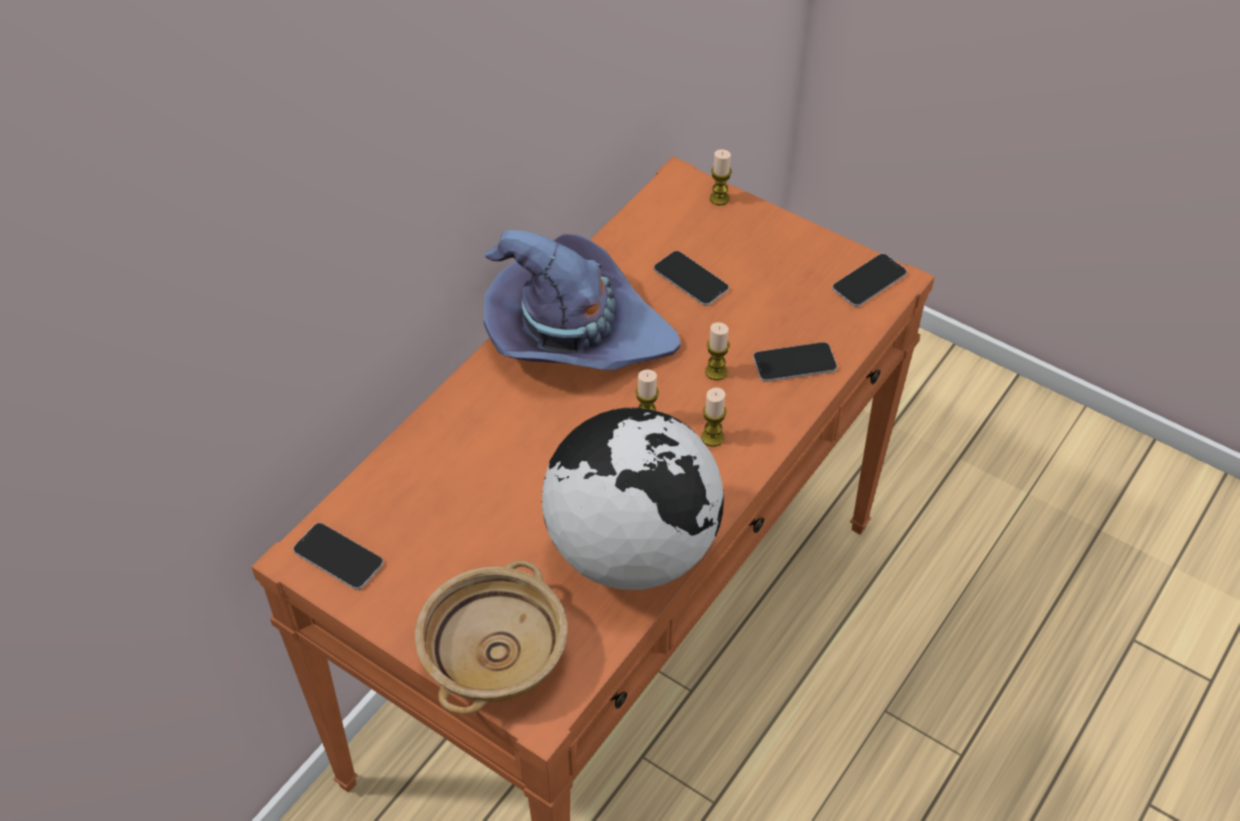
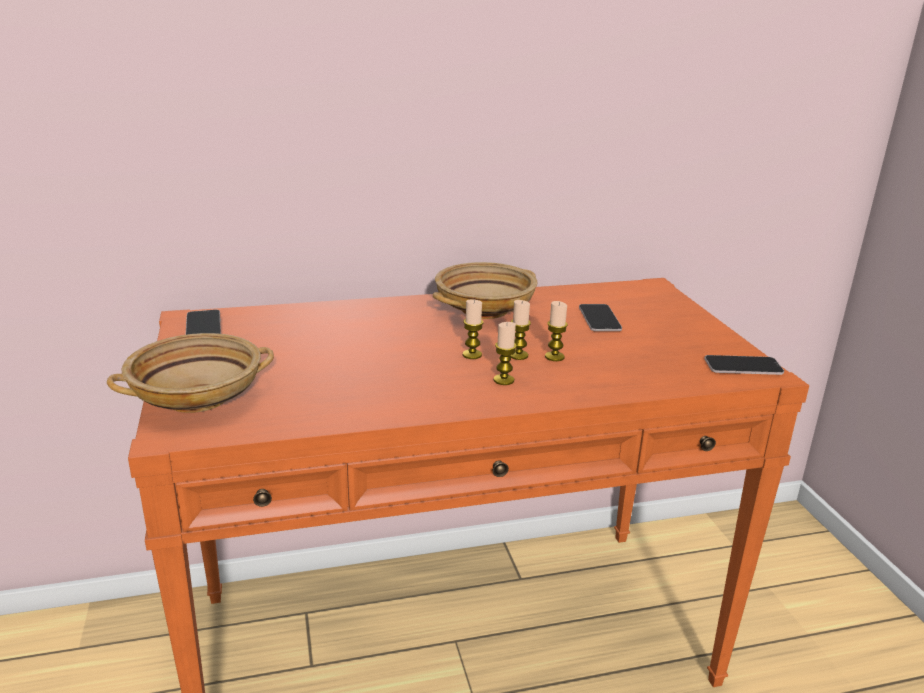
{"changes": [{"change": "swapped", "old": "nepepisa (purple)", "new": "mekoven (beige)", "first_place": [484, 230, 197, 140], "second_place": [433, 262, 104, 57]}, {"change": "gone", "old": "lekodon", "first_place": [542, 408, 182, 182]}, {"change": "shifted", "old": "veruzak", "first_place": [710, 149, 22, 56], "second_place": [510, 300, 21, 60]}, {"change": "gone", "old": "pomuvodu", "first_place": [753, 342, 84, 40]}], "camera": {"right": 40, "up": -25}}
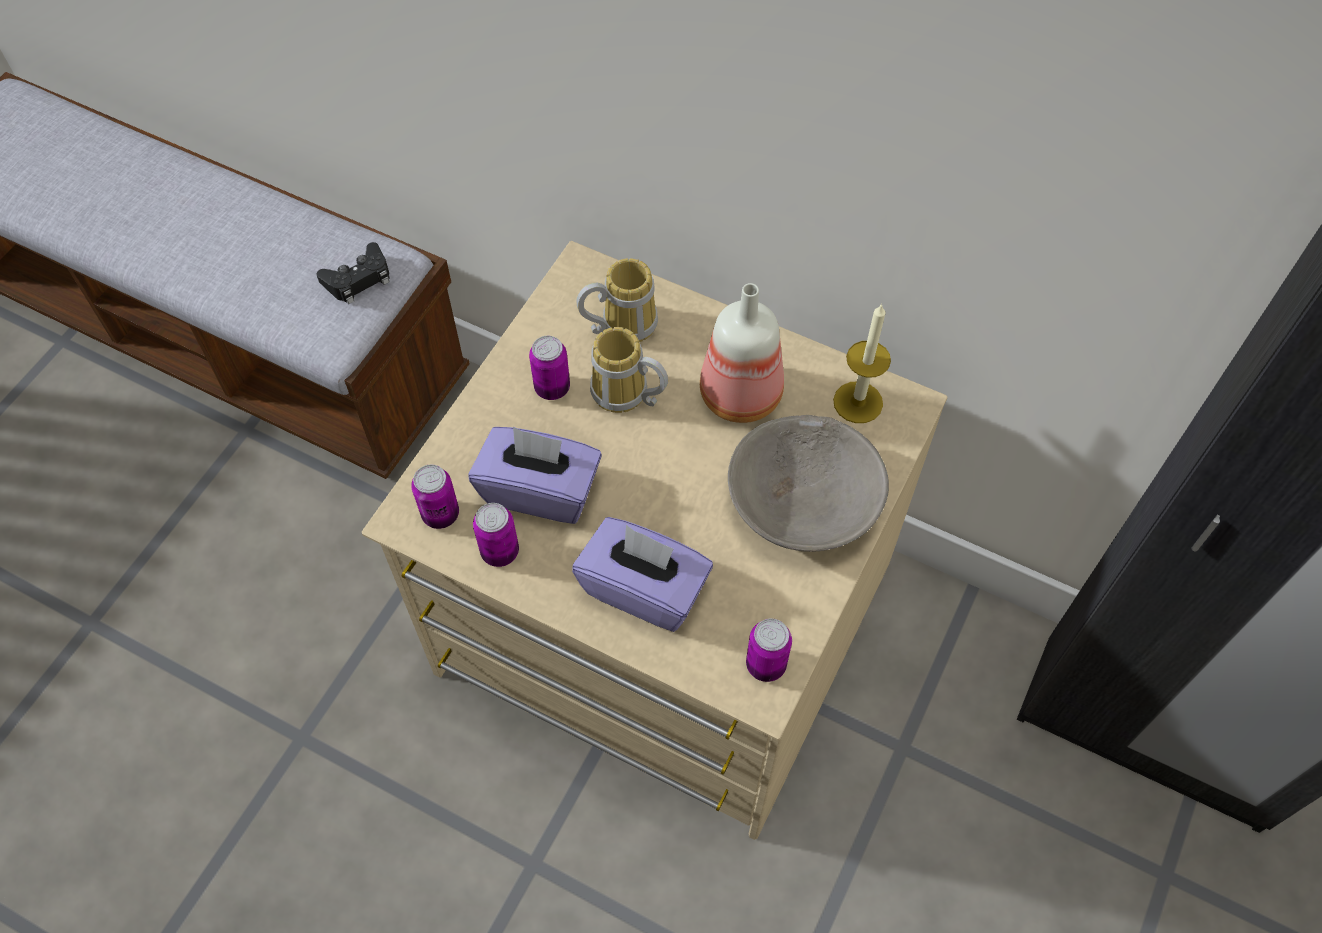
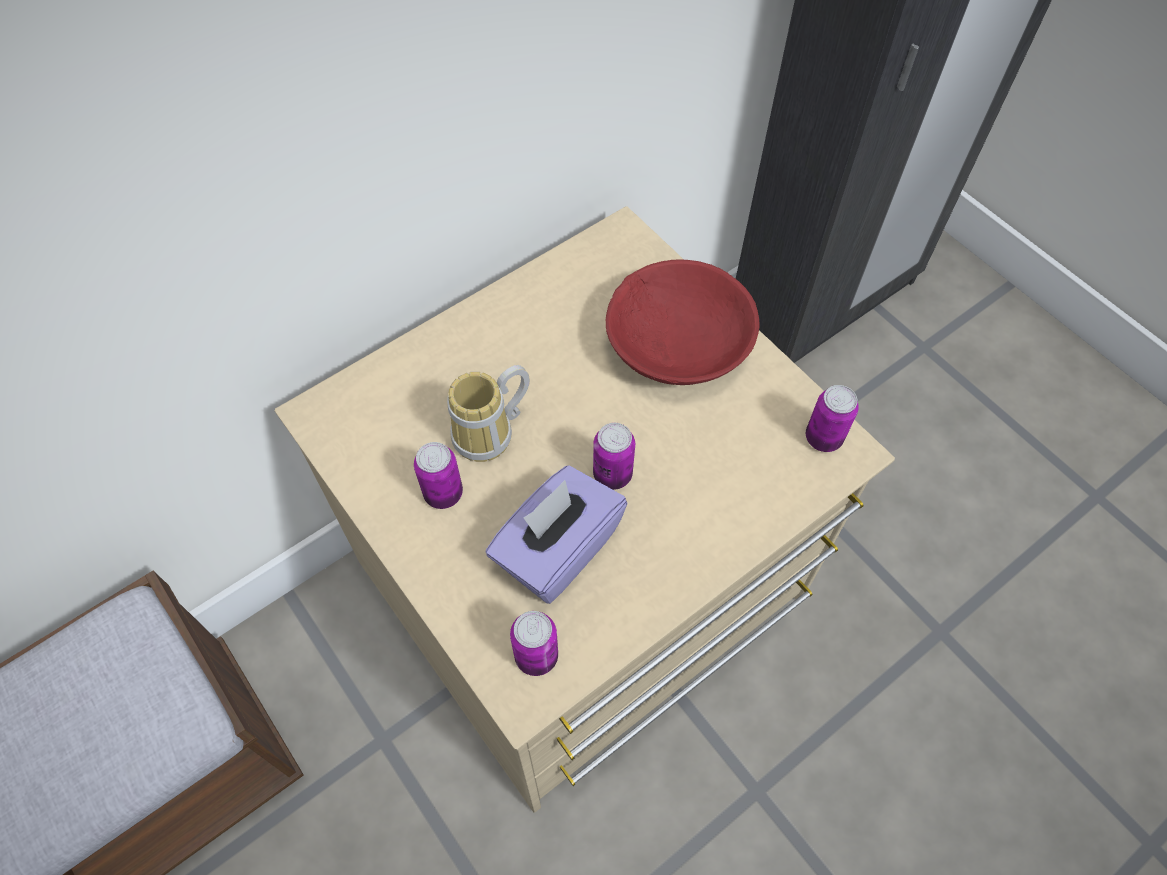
{"changes": [{"change": "gone", "old": "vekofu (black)", "first_place": [316, 242, 74, 62]}, {"change": "shifted", "old": "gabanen", "first_place": [473, 503, 46, 64], "second_place": [593, 423, 42, 67]}, {"change": "gone", "old": "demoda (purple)", "first_place": [572, 517, 141, 115]}, {"change": "gone", "old": "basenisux", "first_place": [577, 258, 81, 84]}, {"change": "gone", "old": "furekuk", "first_place": [700, 283, 84, 140]}, {"change": "repainted", "old": "mekoven (grey)", "new": "mekoven (red)", "first_place": [728, 415, 161, 137], "second_place": [606, 259, 153, 126]}, {"change": "gone", "old": "veruzak", "first_place": [833, 303, 58, 120]}], "camera": {"right": -65, "up": 0}}
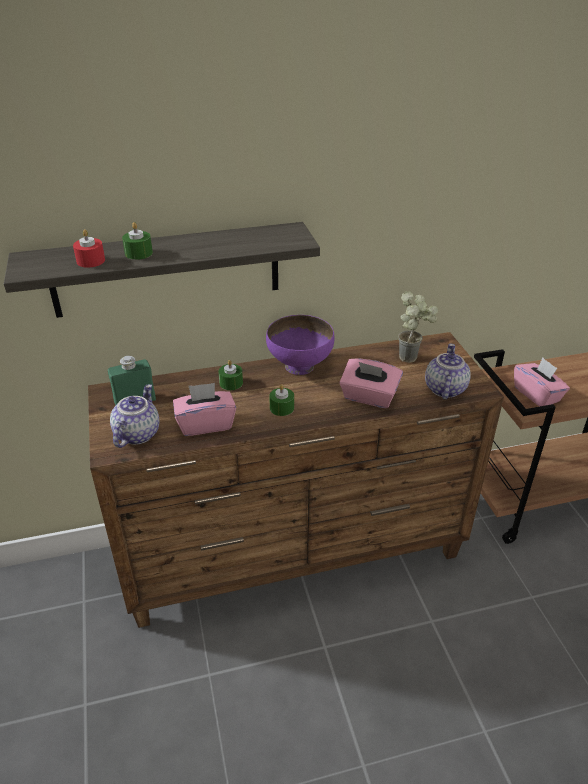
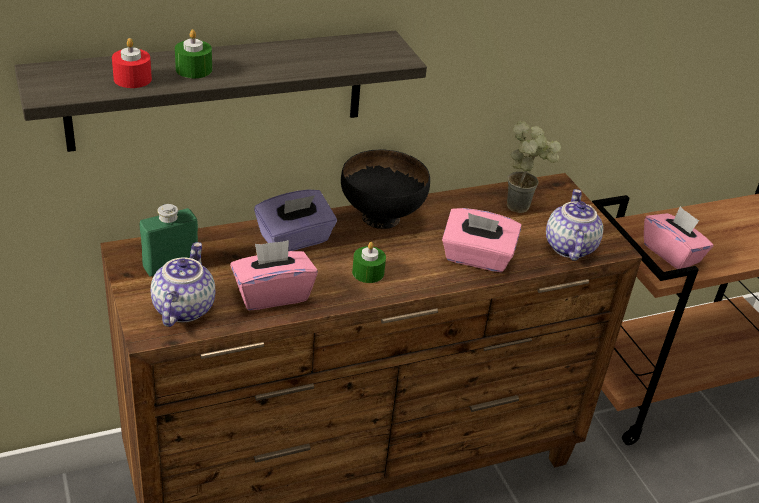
{"changes": [{"change": "swapped", "old": "veruzak (green)", "new": "demoda (purple)", "first_place": [218, 360, 25, 30], "second_place": [254, 189, 83, 62]}, {"change": "repainted", "old": "mekoven (purple)", "new": "mekoven (black)", "first_place": [266, 315, 69, 60], "second_place": [341, 150, 89, 79]}], "camera": {"right": -10, "up": 0}}
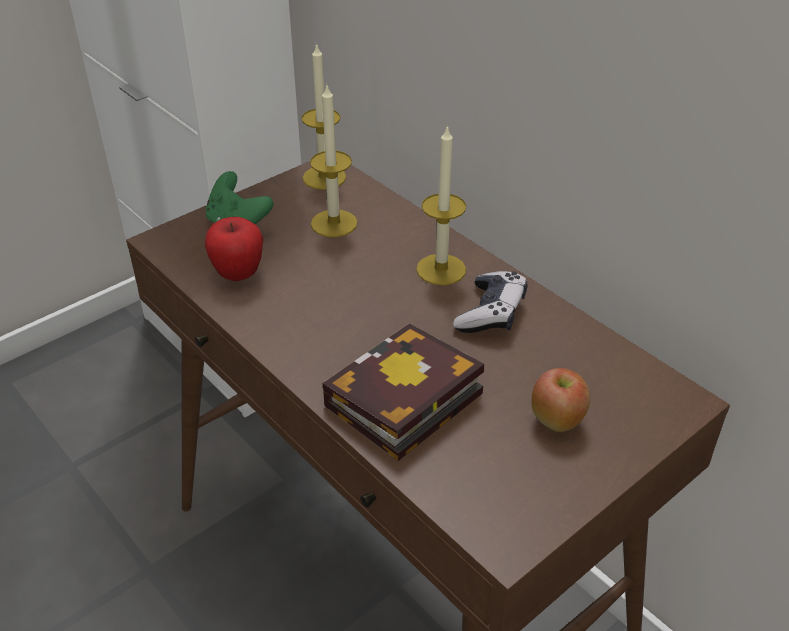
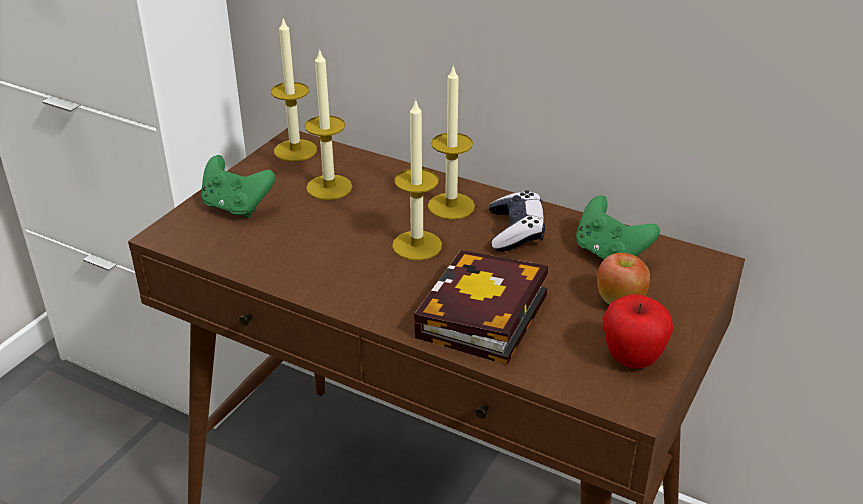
{"changes": [{"change": "shifted", "old": "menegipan", "first_place": [205, 217, 59, 64], "second_place": [602, 294, 72, 75]}, {"change": "new", "new": "veruzak", "second_place": [392, 98, 50, 162]}, {"change": "new", "new": "vekofu (green)", "second_place": [576, 196, 84, 64]}], "camera": {"right": -20, "up": -5}}
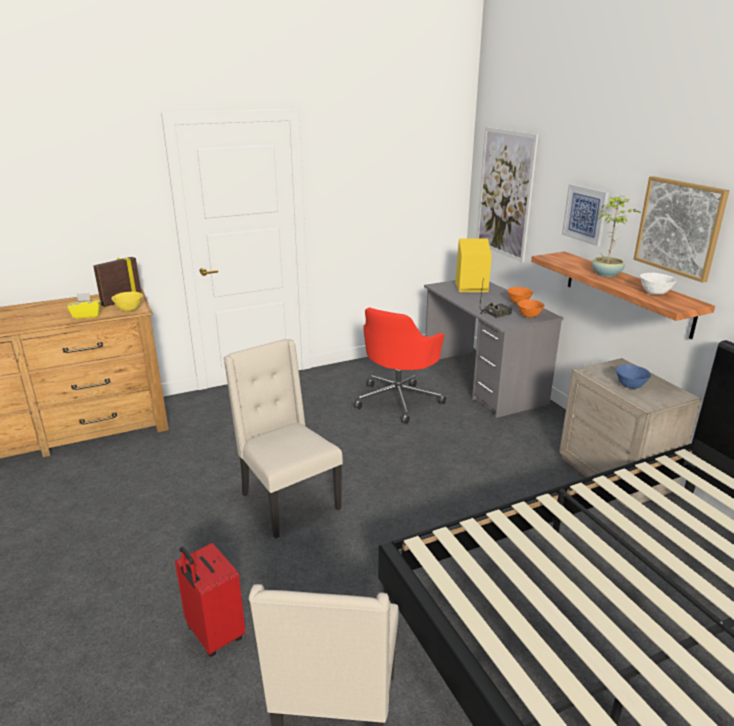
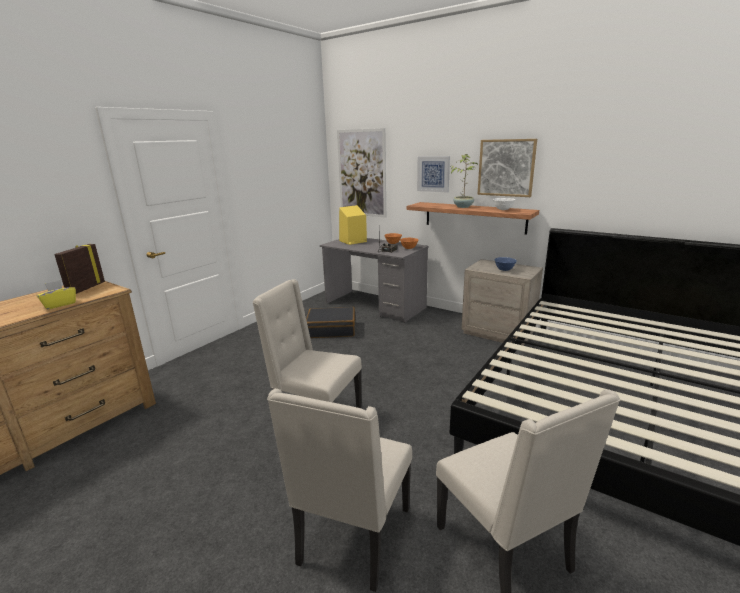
{"changes": [{"change": "gone", "old": "mekoven (yellow)", "first_place": [111, 292, 32, 20]}, {"change": "swapped", "old": "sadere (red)", "new": "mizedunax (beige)", "first_place": [175, 543, 71, 114], "second_place": [267, 389, 145, 203]}, {"change": "swapped", "old": "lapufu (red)", "new": "sadere (black)", "first_place": [354, 308, 92, 116], "second_place": [306, 307, 49, 31]}], "camera": {"right": -30, "up": -5}}
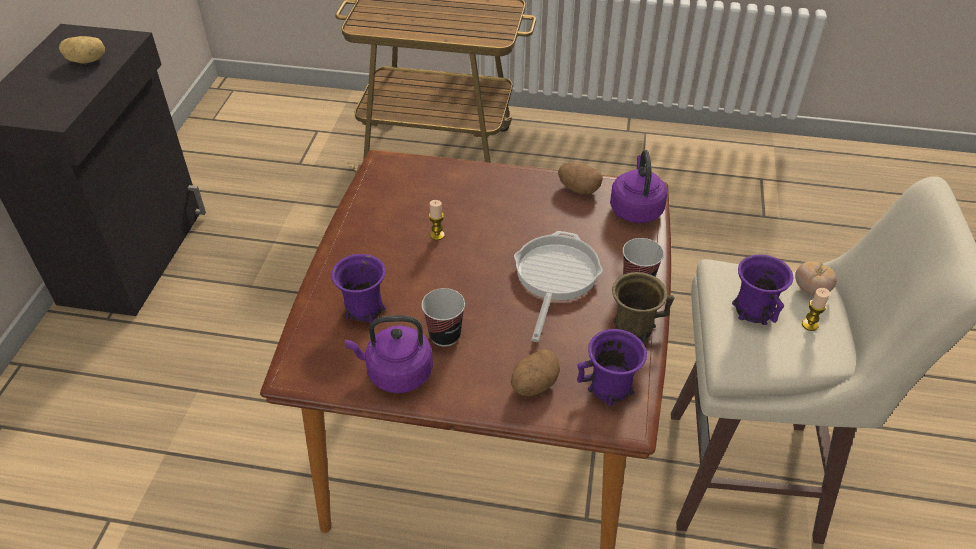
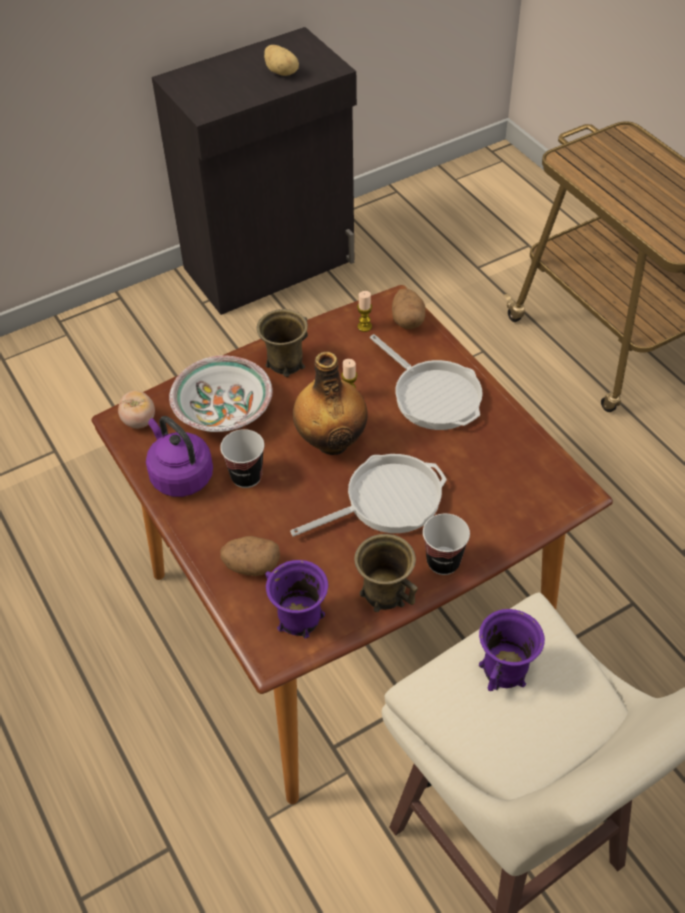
{"changes": [{"change": "swapped", "old": "basenisux (purple)", "new": "mekoven", "first_place": [331, 254, 55, 69], "second_place": [169, 355, 104, 77]}, {"change": "shifted", "old": "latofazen", "first_place": [558, 163, 45, 31], "second_place": [392, 288, 33, 41]}, {"change": "gone", "old": "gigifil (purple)", "first_place": [610, 150, 57, 73]}, {"change": "shifted", "old": "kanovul", "first_place": [795, 261, 42, 35], "second_place": [118, 390, 37, 39]}, {"change": "shifted", "old": "veruzak", "first_place": [802, 288, 28, 43], "second_place": [357, 291, 15, 41]}, {"change": "new", "new": "basenisux (brown)", "second_place": [257, 309, 51, 68]}, {"change": "new", "new": "furekuk", "second_place": [293, 352, 75, 103]}, {"change": "new", "new": "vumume", "second_place": [370, 334, 113, 96]}], "camera": {"right": 50, "up": 5}}
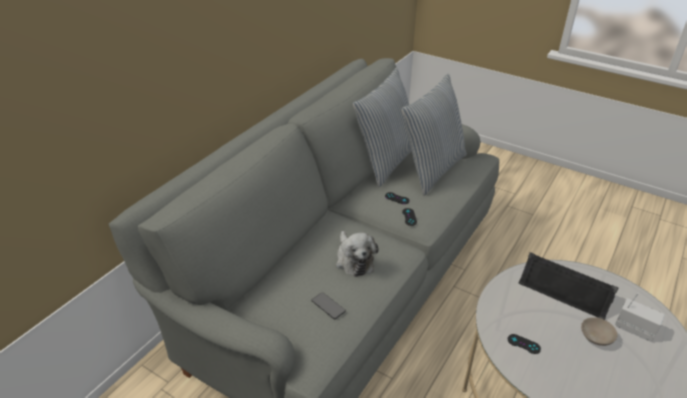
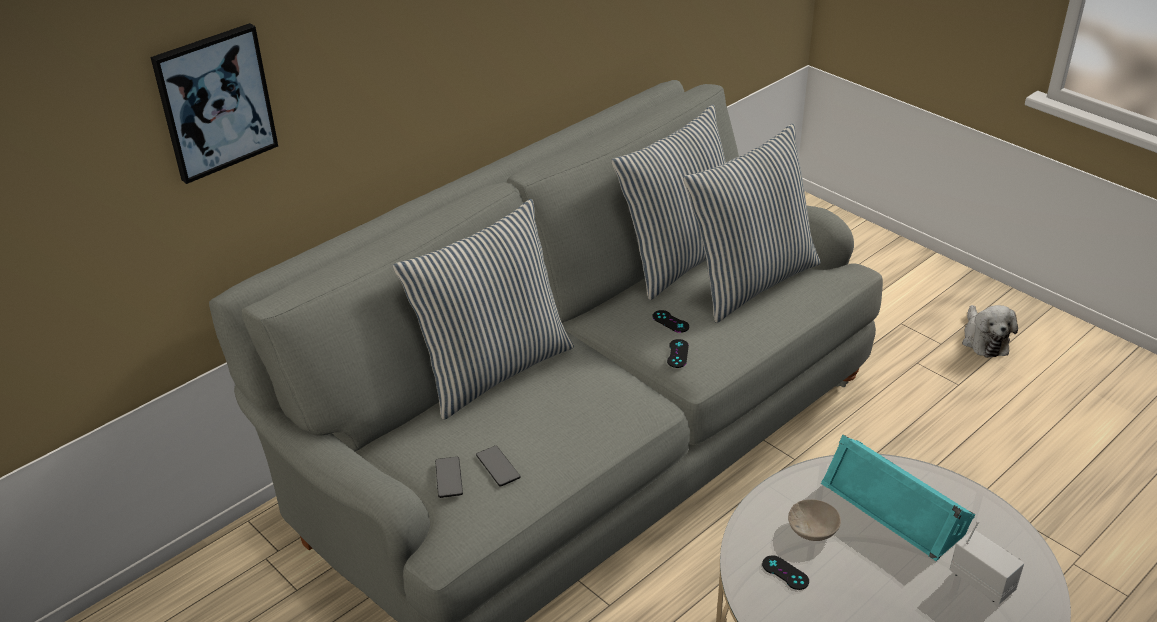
{"changes": [{"change": "shifted", "old": "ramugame", "first_place": [336, 231, 42, 46], "second_place": [962, 305, 56, 53]}, {"change": "repainted", "old": "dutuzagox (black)", "new": "dutuzagox (turquoise)", "first_place": [518, 252, 100, 68], "second_place": [821, 435, 154, 126]}, {"change": "shifted", "old": "mekoven (beige)", "first_place": [581, 317, 36, 29], "second_place": [788, 499, 53, 42]}, {"change": "new", "new": "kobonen", "second_place": [151, 23, 127, 161]}, {"change": "new", "new": "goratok", "second_place": [393, 199, 181, 221]}, {"change": "new", "new": "pomuvodu", "second_place": [435, 457, 28, 41]}], "camera": {"right": 15, "up": 0}}
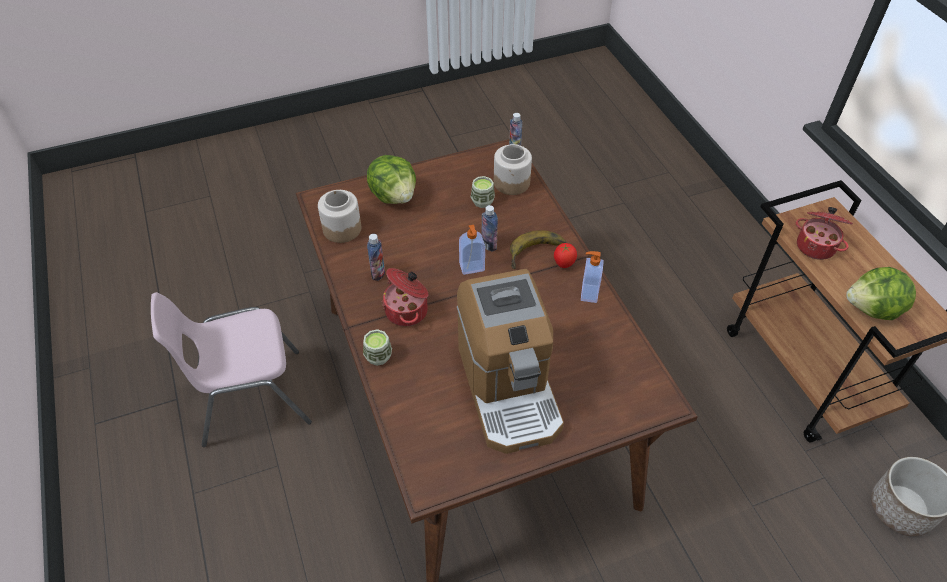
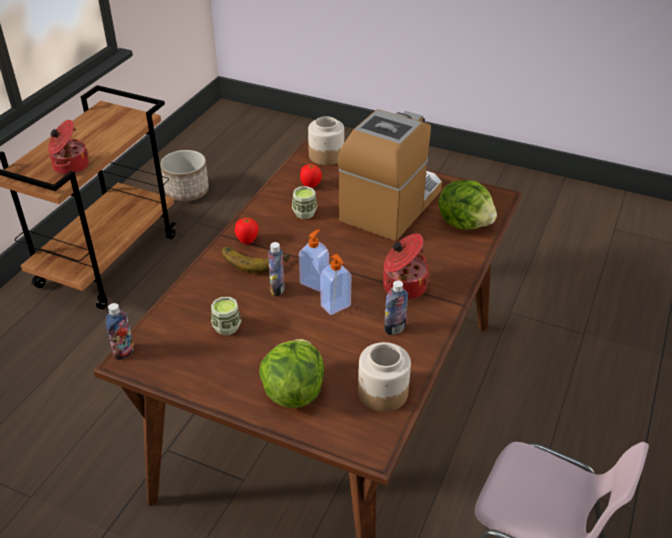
{"changes": [{"change": "shifted", "old": "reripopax", "first_place": [363, 329, 29, 37], "second_place": [292, 186, 25, 33]}, {"change": "shifted", "old": "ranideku", "first_place": [494, 144, 38, 51], "second_place": [308, 116, 36, 49]}, {"change": "shifted", "old": "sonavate", "first_place": [581, 251, 23, 52], "second_place": [320, 254, 32, 61]}, {"change": "shifted", "old": "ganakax", "first_place": [846, 267, 70, 53], "second_place": [438, 180, 59, 50]}, {"change": "new", "new": "kanovul", "second_place": [300, 164, 22, 24]}], "camera": {"right": -135, "up": -10}}
